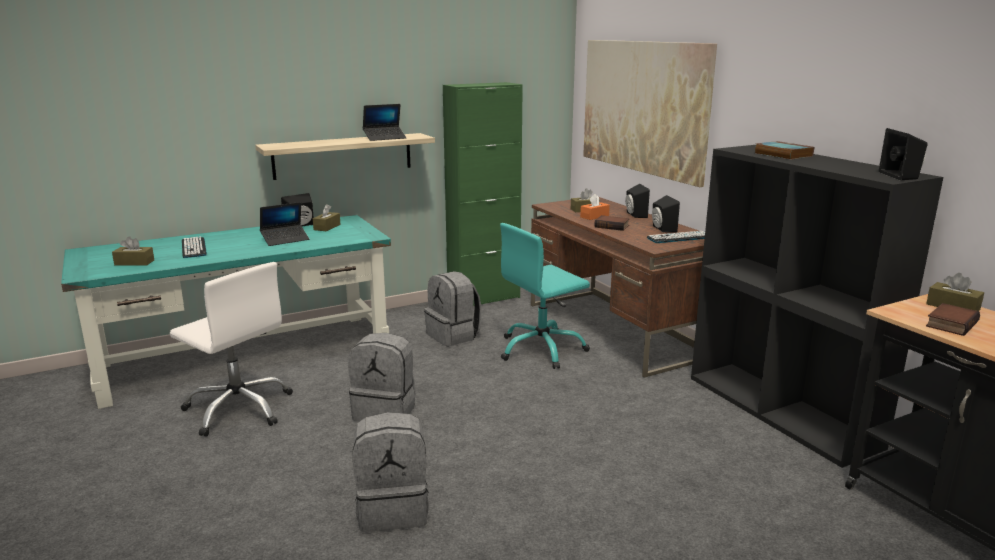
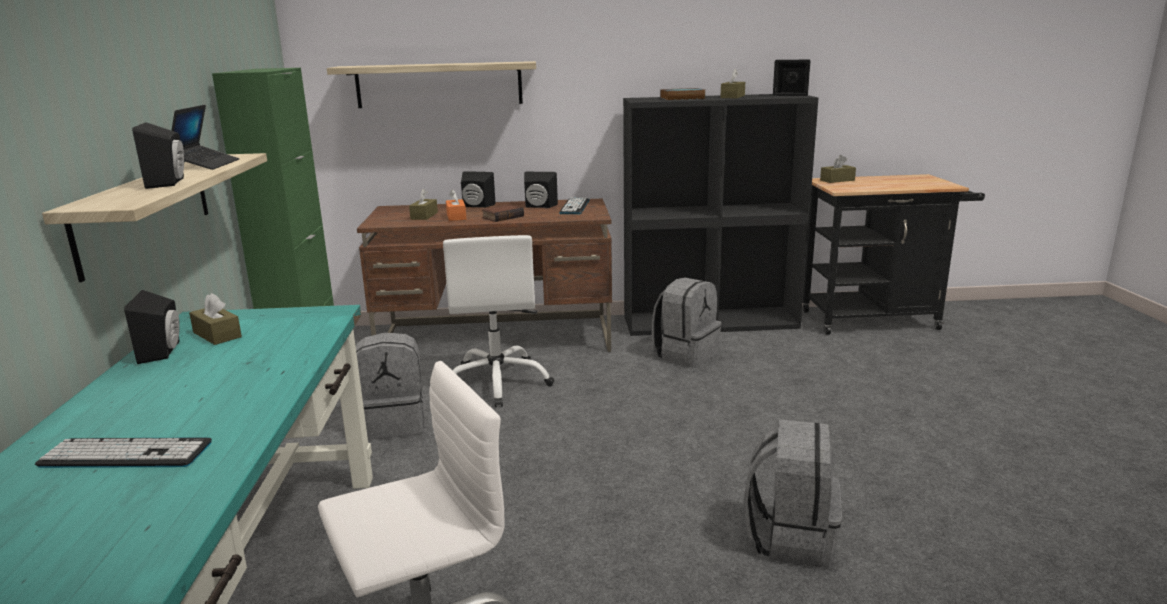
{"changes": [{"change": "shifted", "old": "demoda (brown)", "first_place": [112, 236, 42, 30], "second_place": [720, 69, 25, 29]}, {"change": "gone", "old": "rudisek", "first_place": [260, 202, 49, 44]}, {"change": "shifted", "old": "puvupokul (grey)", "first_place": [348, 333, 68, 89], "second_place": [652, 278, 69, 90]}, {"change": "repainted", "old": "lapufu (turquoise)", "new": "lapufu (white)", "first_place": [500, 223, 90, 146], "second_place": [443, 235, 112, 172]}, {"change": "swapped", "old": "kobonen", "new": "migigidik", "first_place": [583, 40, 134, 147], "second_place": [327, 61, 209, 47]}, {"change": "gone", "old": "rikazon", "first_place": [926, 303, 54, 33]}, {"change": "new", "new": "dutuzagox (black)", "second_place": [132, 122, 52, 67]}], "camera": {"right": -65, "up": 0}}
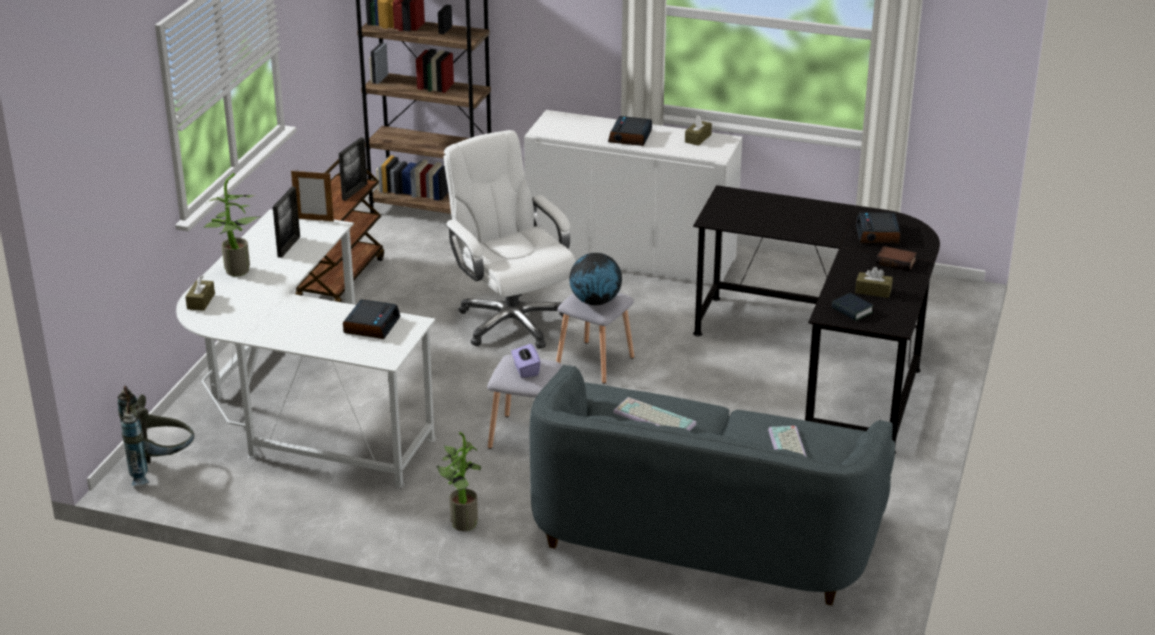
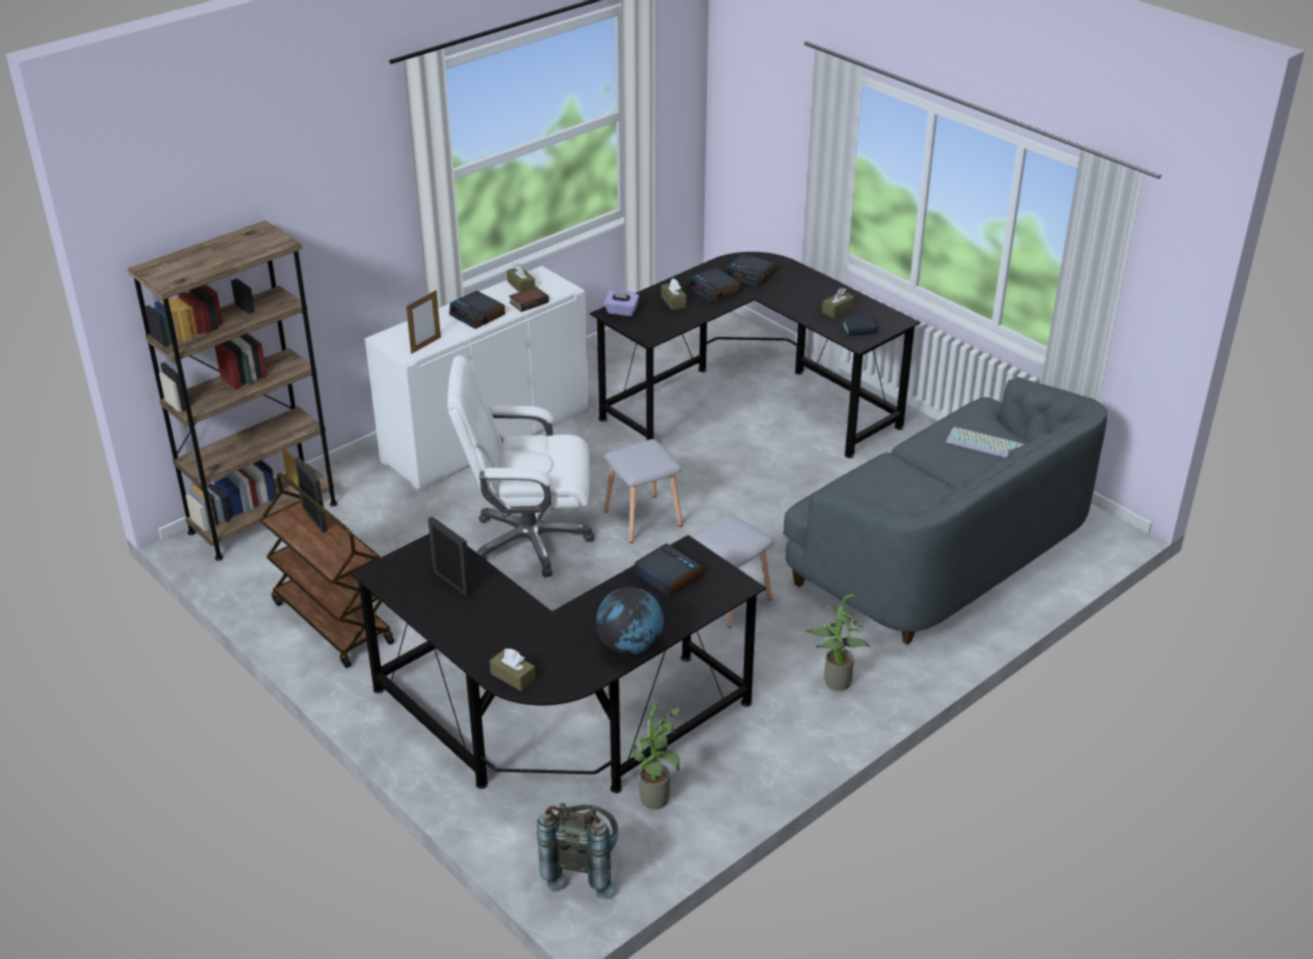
{"changes": [{"change": "repainted", "old": "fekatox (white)", "new": "fekatox (black)", "first_place": [176, 209, 260, 279], "second_place": [351, 534, 415, 259]}, {"change": "shifted", "old": "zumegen", "first_place": [203, 173, 58, 103], "second_place": [632, 701, 48, 109]}, {"change": "shifted", "old": "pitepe", "first_place": [291, 169, 43, 52], "second_place": [406, 290, 35, 64]}, {"change": "shifted", "old": "demoda (purple)", "first_place": [511, 344, 30, 34], "second_place": [604, 290, 35, 26]}, {"change": "shifted", "old": "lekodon", "first_place": [569, 253, 53, 52], "second_place": [596, 587, 68, 68]}, {"change": "gone", "old": "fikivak", "first_place": [613, 397, 83, 34]}, {"change": "shifted", "old": "rikazon", "first_place": [876, 246, 41, 25], "second_place": [509, 287, 40, 25]}, {"change": "new", "new": "demoda (brown)", "second_place": [661, 278, 26, 32]}, {"change": "new", "new": "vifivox", "second_place": [688, 268, 53, 35]}], "camera": {"right": -60, "up": 5}}
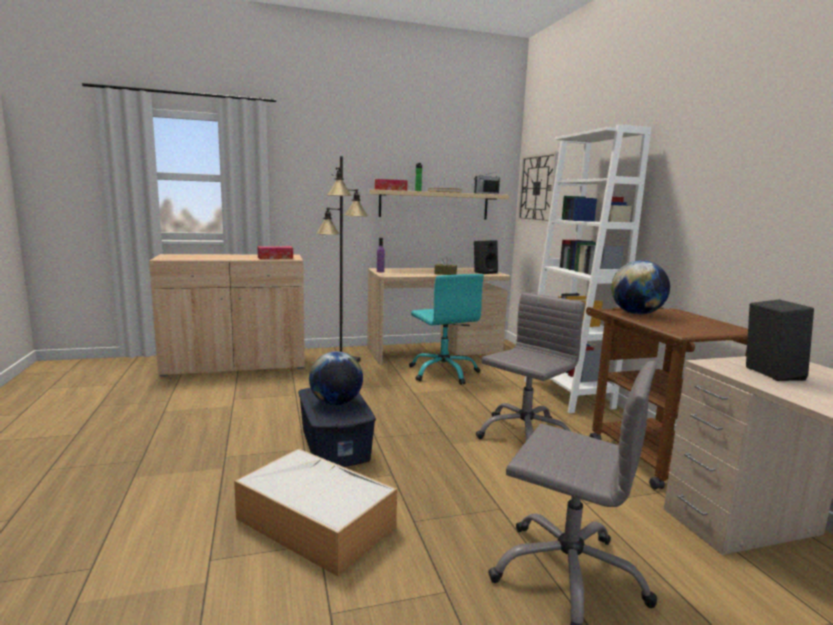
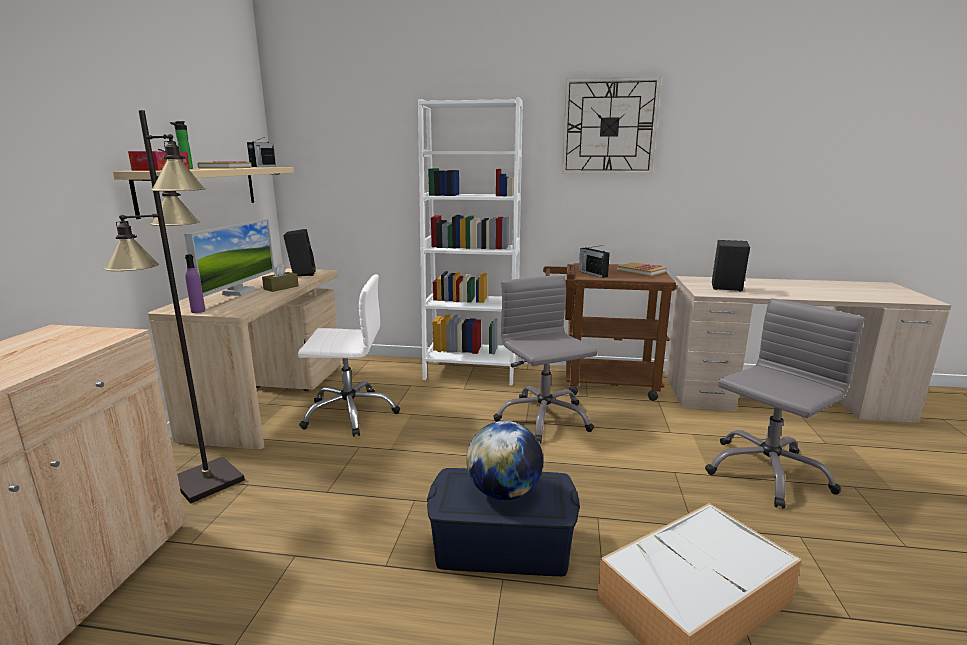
{"changes": [{"change": "gone", "old": "demoda", "first_place": [257, 246, 36, 13]}, {"change": "repainted", "old": "lapufu (turquoise)", "new": "lapufu (white)", "first_place": [409, 274, 75, 111], "second_place": [298, 274, 102, 163]}, {"change": "shifted", "old": "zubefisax", "first_place": [518, 152, 40, 72], "second_place": [562, 77, 99, 97]}, {"change": "swapped", "old": "lekodon", "new": "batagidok", "first_place": [611, 260, 59, 55], "second_place": [579, 245, 31, 33]}, {"change": "new", "new": "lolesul", "second_place": [184, 219, 90, 78]}, {"change": "new", "new": "rikazon", "second_place": [617, 262, 50, 15]}], "camera": {"right": -65, "up": 5}}
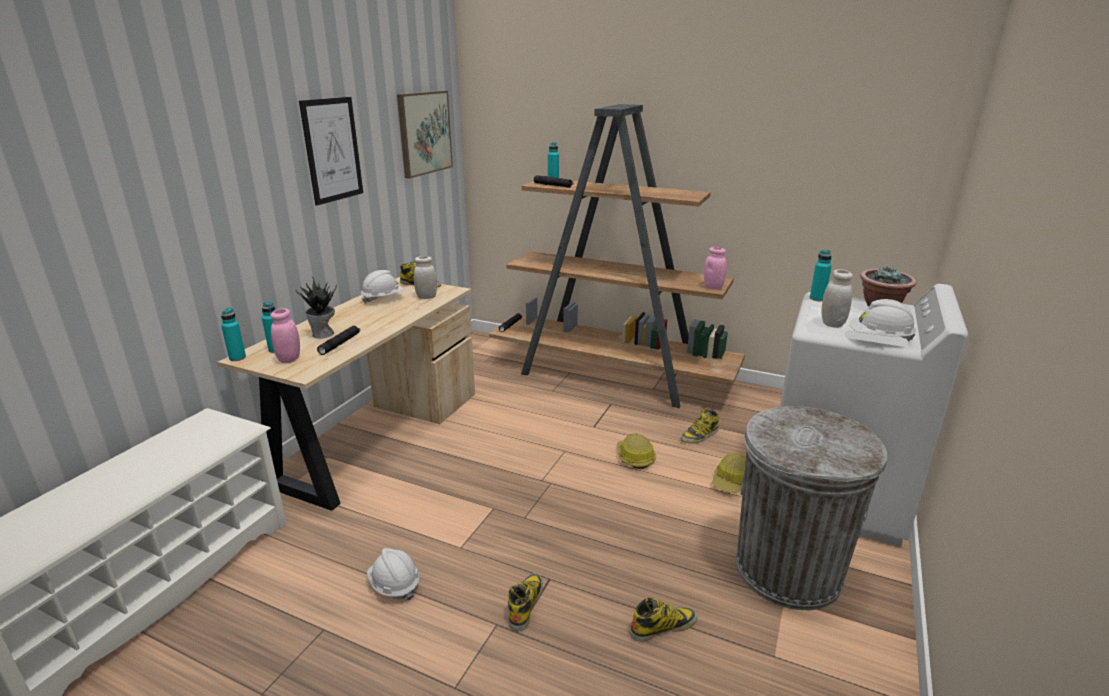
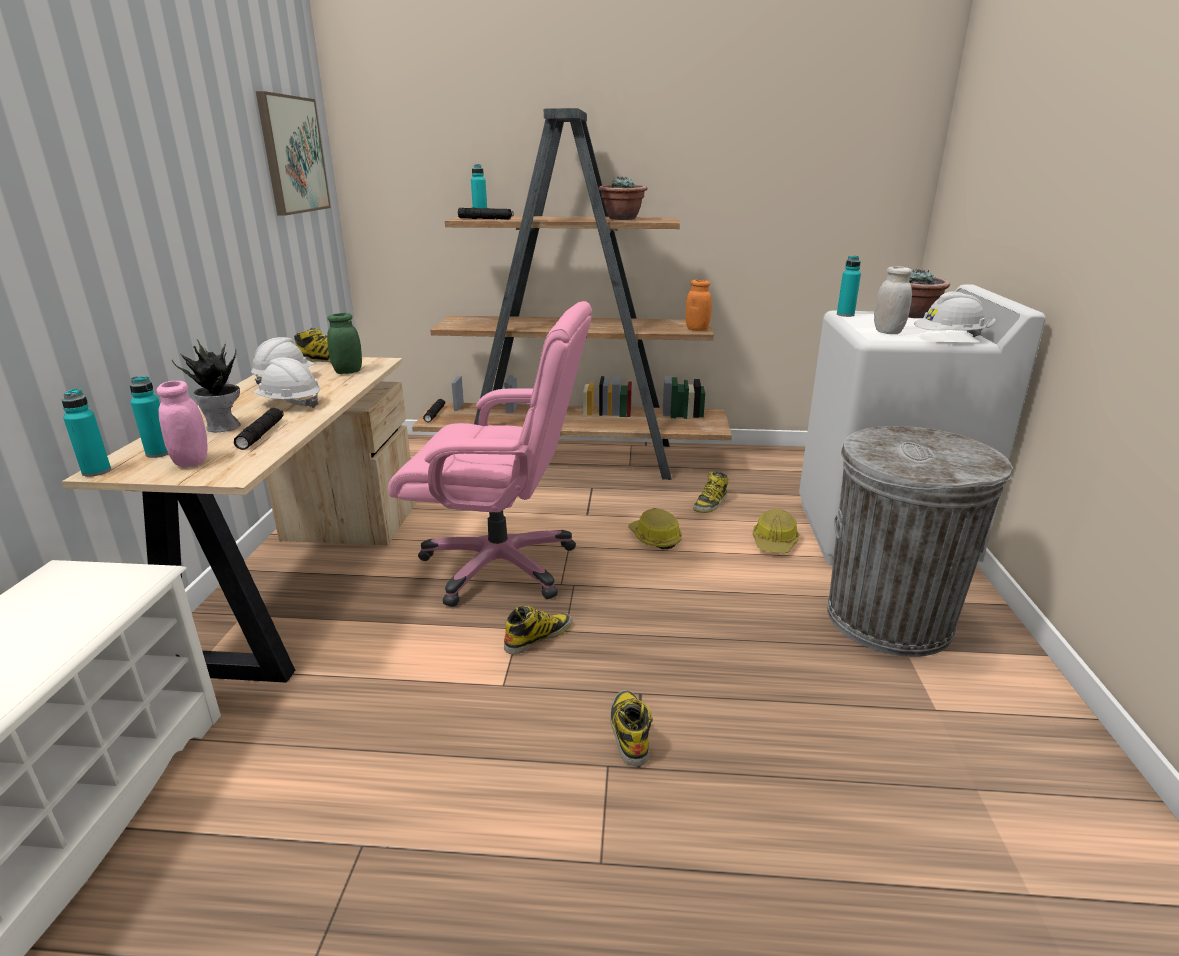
{"changes": [{"change": "gone", "old": "kobonen", "first_place": [299, 97, 64, 108]}, {"change": "shifted", "old": "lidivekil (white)", "first_place": [367, 548, 52, 53], "second_place": [253, 357, 67, 52]}, {"change": "repainted", "old": "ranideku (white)", "new": "ranideku (green)", "first_place": [414, 256, 23, 43], "second_place": [327, 313, 35, 61]}, {"change": "shifted", "old": "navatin", "first_place": [630, 596, 67, 46], "second_place": [504, 606, 68, 49]}, {"change": "repainted", "old": "ranideku (pink)", "new": "ranideku (orange)", "first_place": [704, 247, 23, 42], "second_place": [685, 280, 27, 51]}, {"change": "new", "new": "lapufu (pink)", "second_place": [388, 301, 204, 306]}, {"change": "new", "new": "zumegen", "second_place": [599, 176, 48, 44]}], "camera": {"right": -20, "up": 0}}
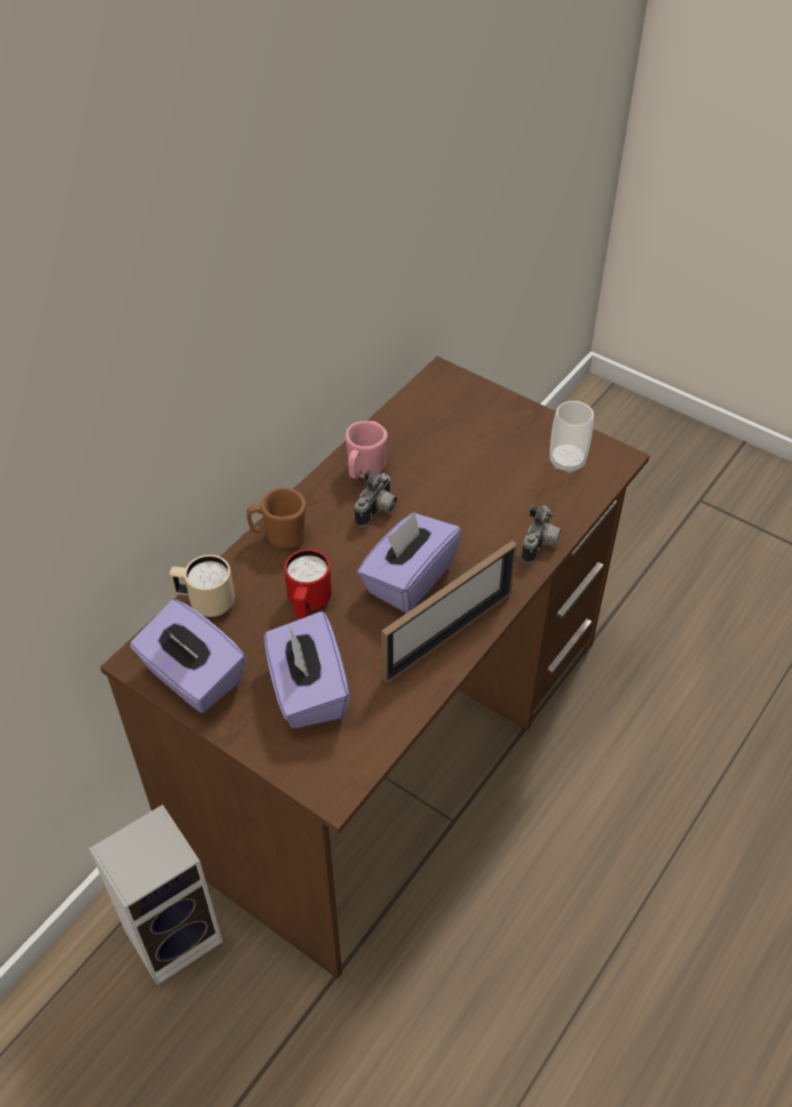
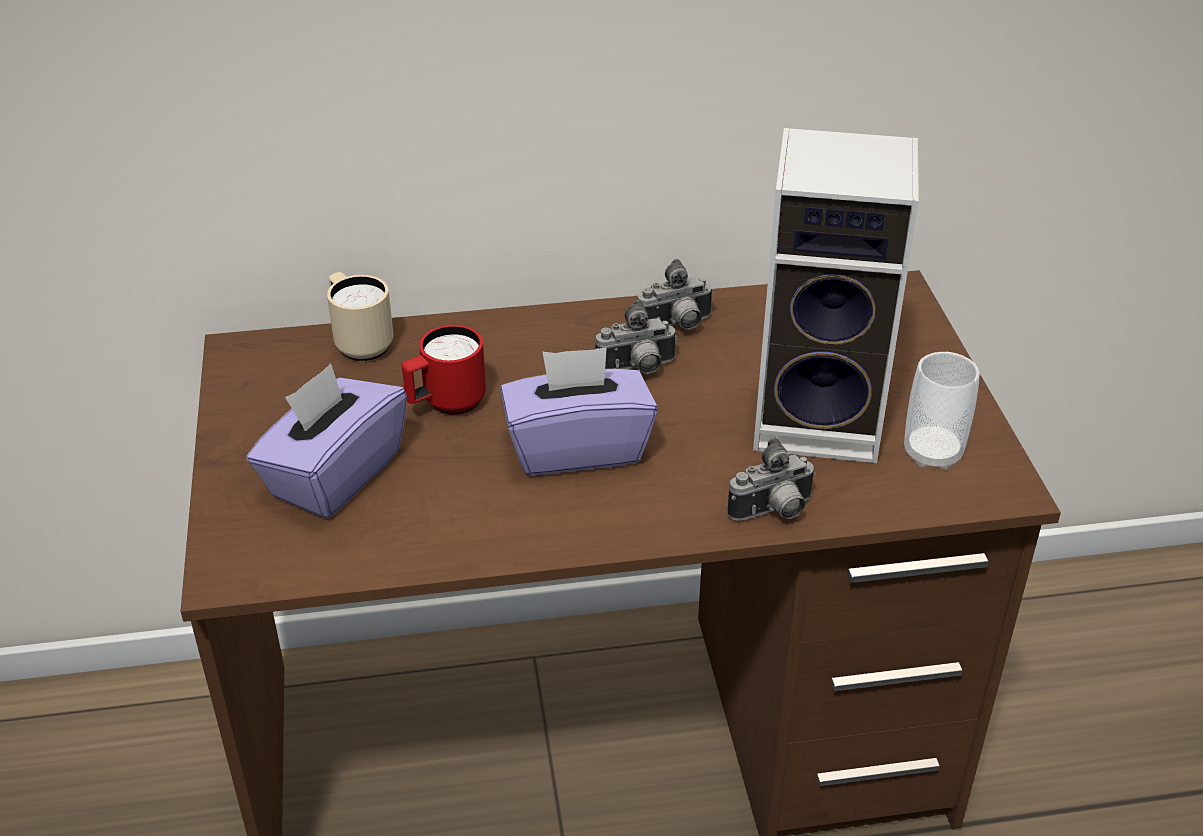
{"changes": [{"change": "shifted", "old": "dutuzagox", "first_place": [89, 805, 134, 181], "second_place": [753, 128, 166, 335]}, {"change": "gone", "old": "demoda (purple)", "first_place": [130, 599, 116, 114]}, {"change": "gone", "old": "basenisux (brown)", "first_place": [247, 488, 59, 60]}, {"change": "swapped", "old": "basenisux (pink)", "new": "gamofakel", "first_place": [345, 421, 43, 58], "second_place": [637, 259, 77, 71]}, {"change": "gone", "old": "pitepe", "first_place": [381, 540, 136, 144]}], "camera": {"right": 45, "up": -10}}
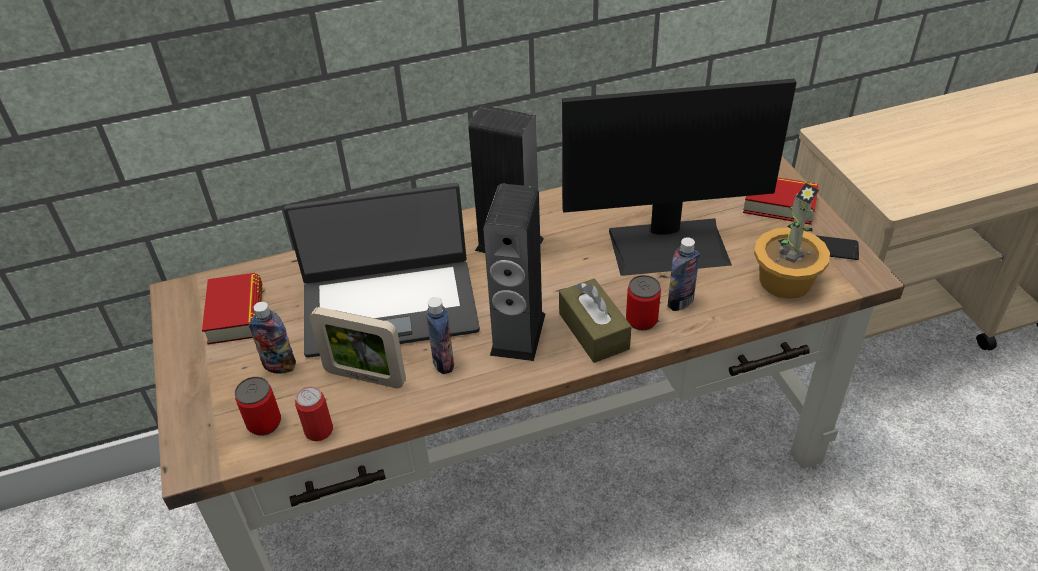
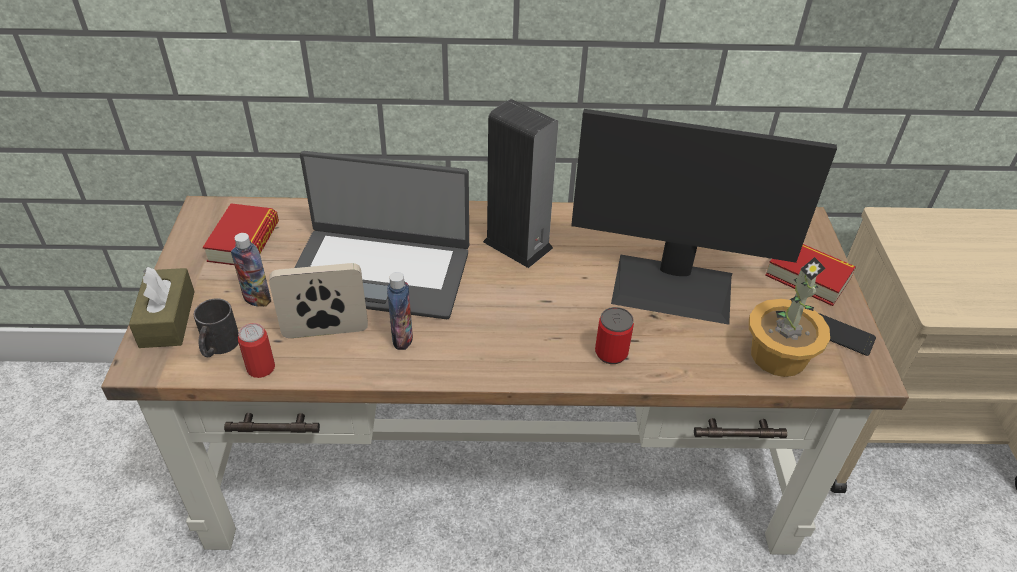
{"changes": [{"change": "swapped", "old": "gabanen", "new": "basenisux (black)", "first_place": [235, 377, 46, 59], "second_place": [194, 299, 45, 58]}, {"change": "rotated", "old": "pitepe", "first_place": [310, 307, 96, 81], "second_place": [269, 263, 99, 75], "degrees": 135}, {"change": "gone", "old": "dutuzagox", "first_place": [483, 184, 62, 177]}, {"change": "shifted", "old": "demoda (brown)", "first_place": [559, 279, 73, 84], "second_place": [129, 267, 66, 81]}, {"change": "gone", "old": "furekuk", "first_place": [667, 237, 33, 74]}], "camera": {"right": 15, "up": 0}}
